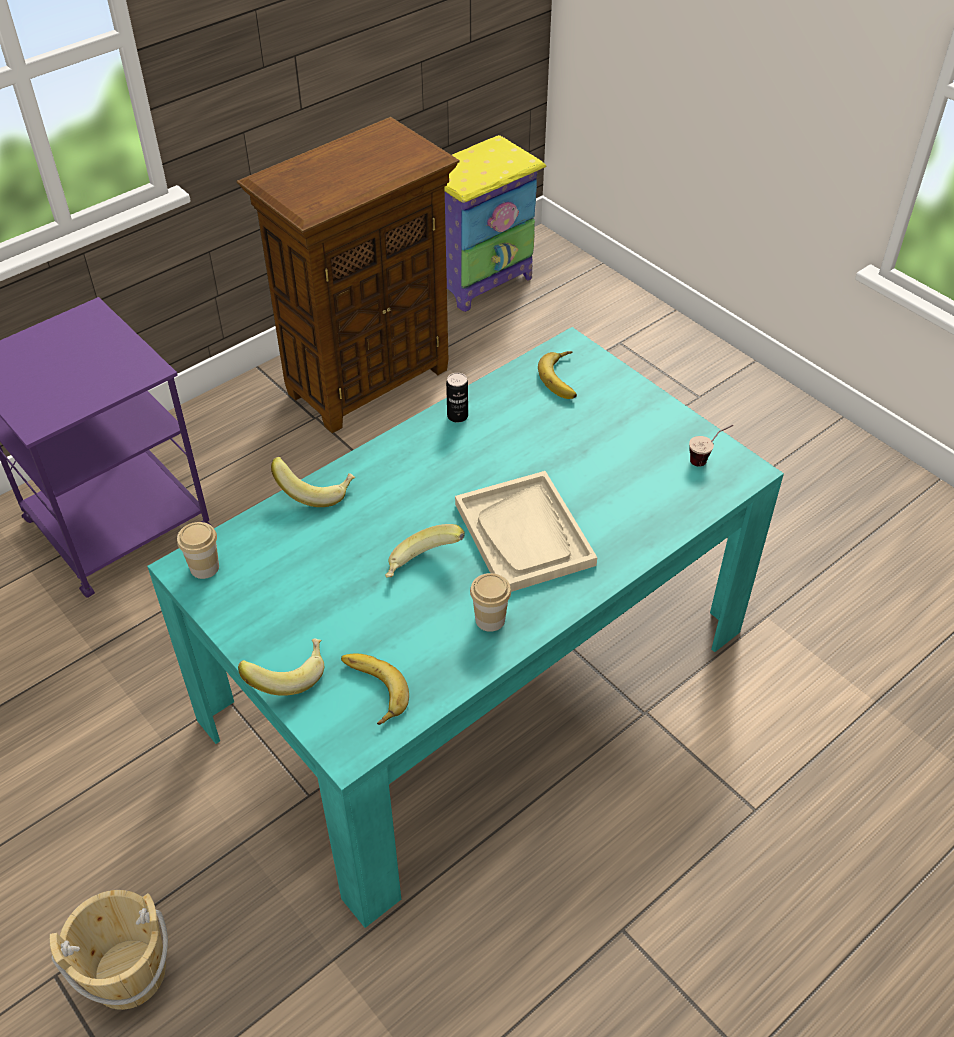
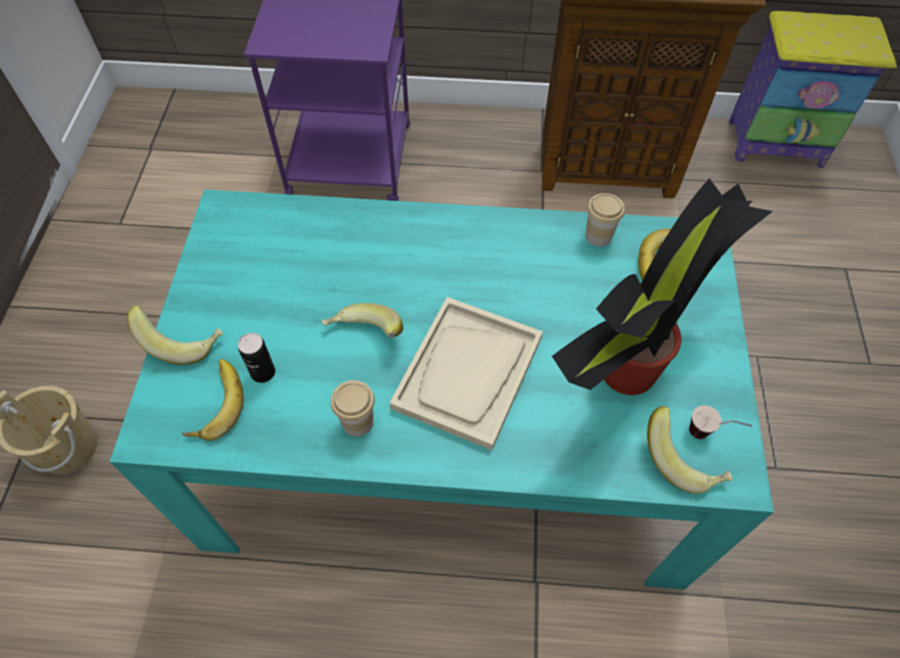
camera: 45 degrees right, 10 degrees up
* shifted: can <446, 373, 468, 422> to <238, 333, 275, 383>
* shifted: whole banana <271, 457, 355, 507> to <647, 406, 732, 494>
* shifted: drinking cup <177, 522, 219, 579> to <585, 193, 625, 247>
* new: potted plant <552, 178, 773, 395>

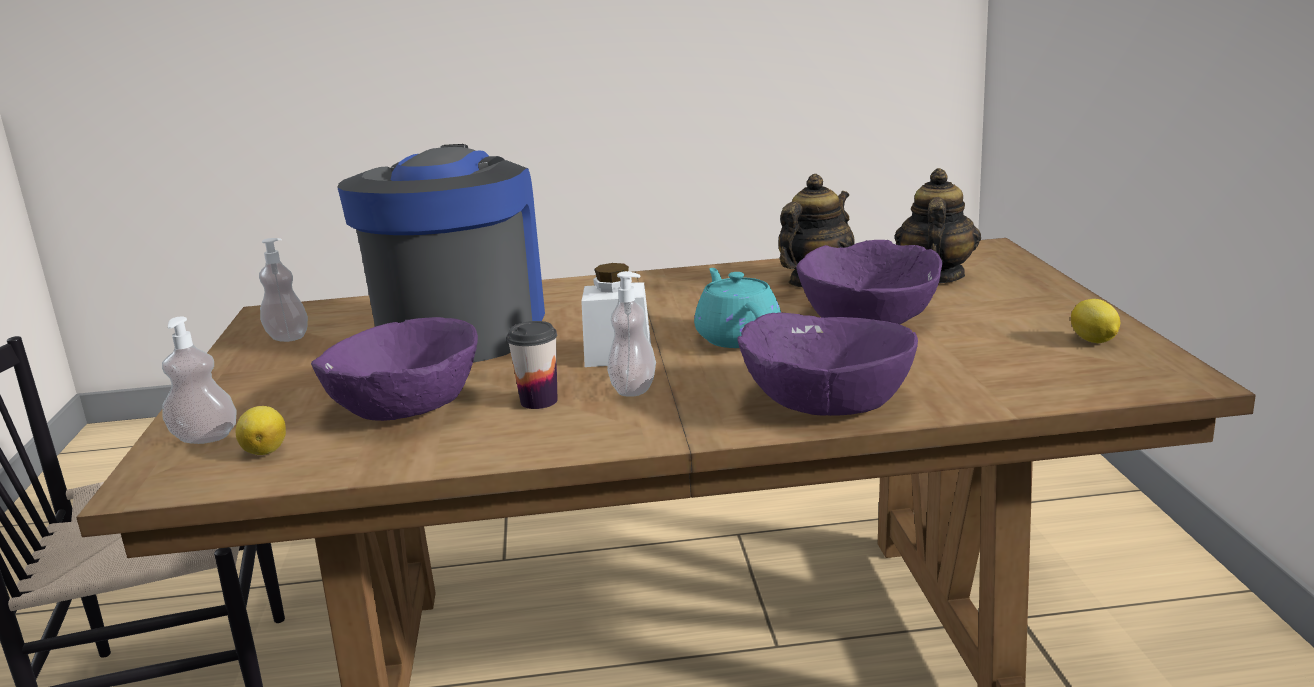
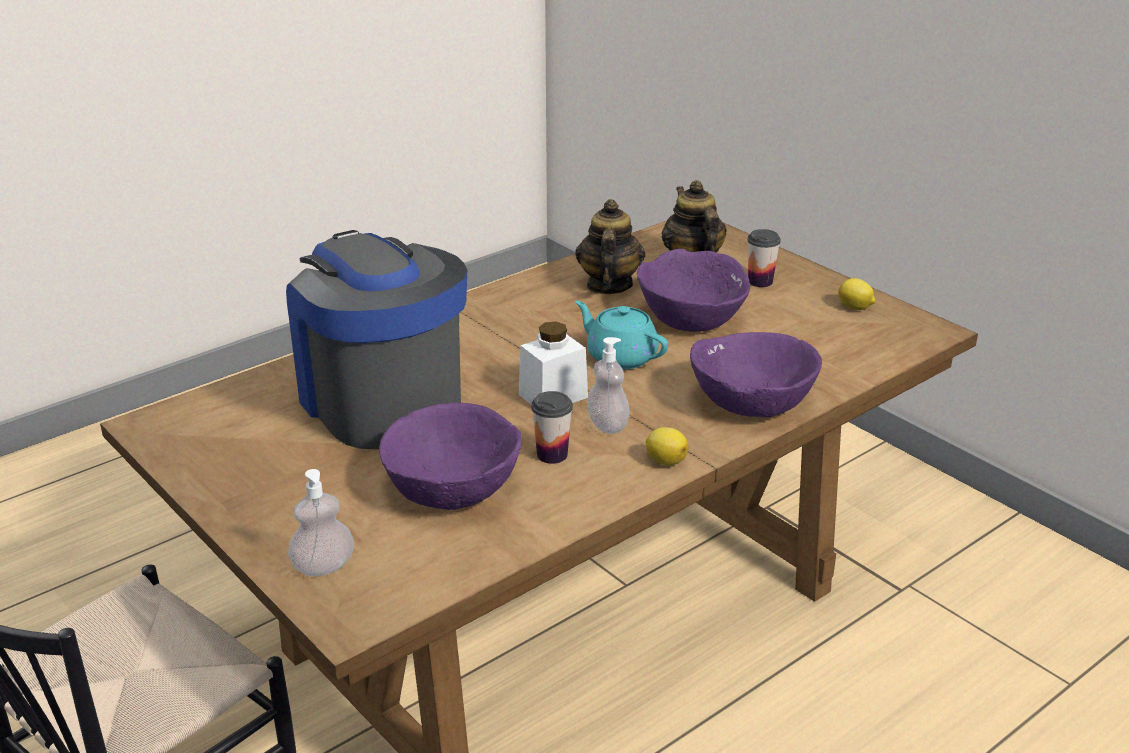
camera: 35 degrees left, 10 degrees up
* gone: soap bottle <259, 238, 308, 342>
* shifted: citrus fruit <236, 406, 286, 455> to <646, 427, 688, 465>
* new: drinking cup <747, 229, 781, 287>

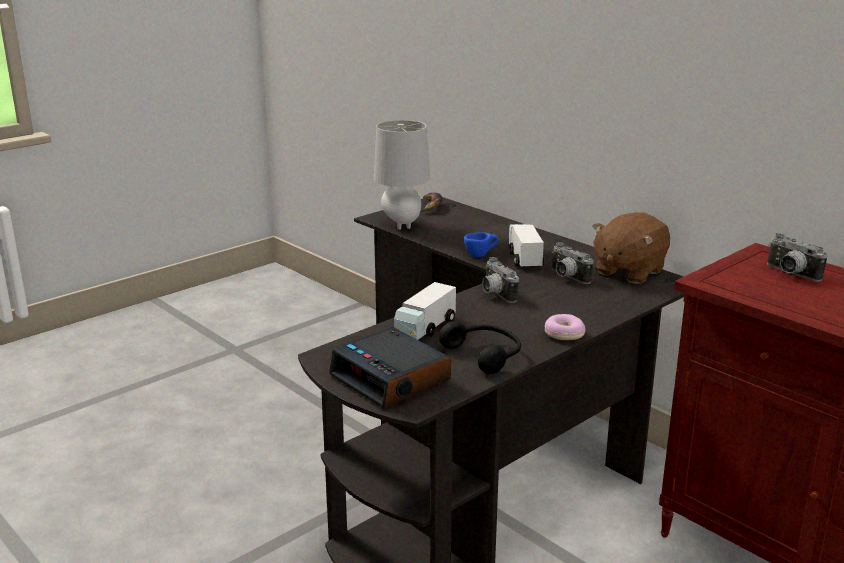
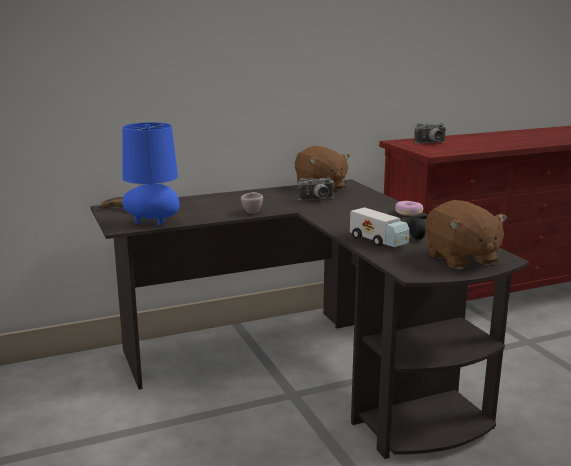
camera: 70 degrees left, 5 degrees down
* repainted: table lamp in greyish <374, 120, 430, 230> to table lamp in bluish <122, 122, 180, 226>
* gone: toy lorry <509, 224, 544, 266>
* repainted: drinking cup in bluish <464, 232, 498, 257> to drinking cup in sand-coloured <241, 192, 263, 214>
* gone: photo camera <482, 257, 519, 303>
* swapped: alarm clock <329, 327, 451, 409> to cuddly toy in brownish <425, 200, 508, 270>

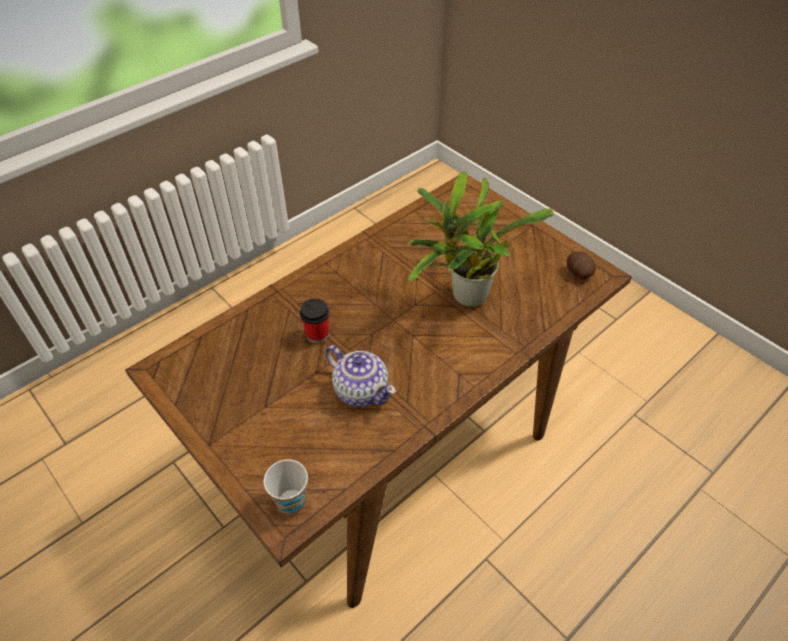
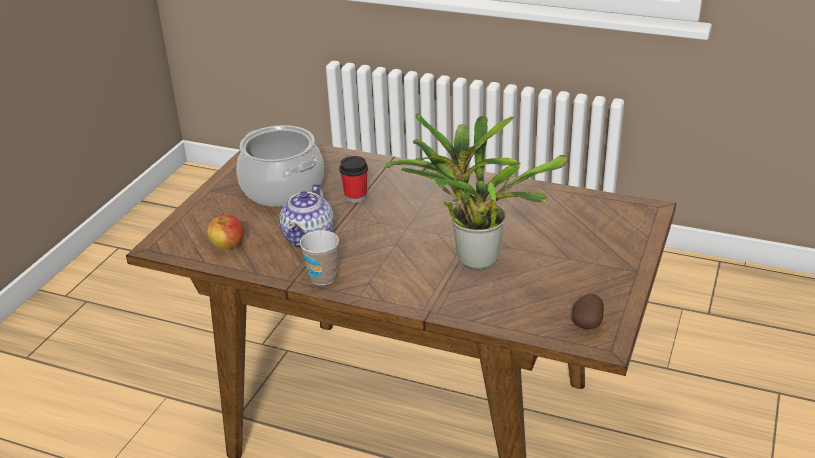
camera: 65 degrees right, 15 degrees down
* shifted: drinking cup <264, 459, 308, 515> to <300, 230, 339, 285>
* new: saucepot <236, 125, 324, 207>
* new: apple fruit <207, 215, 244, 250>

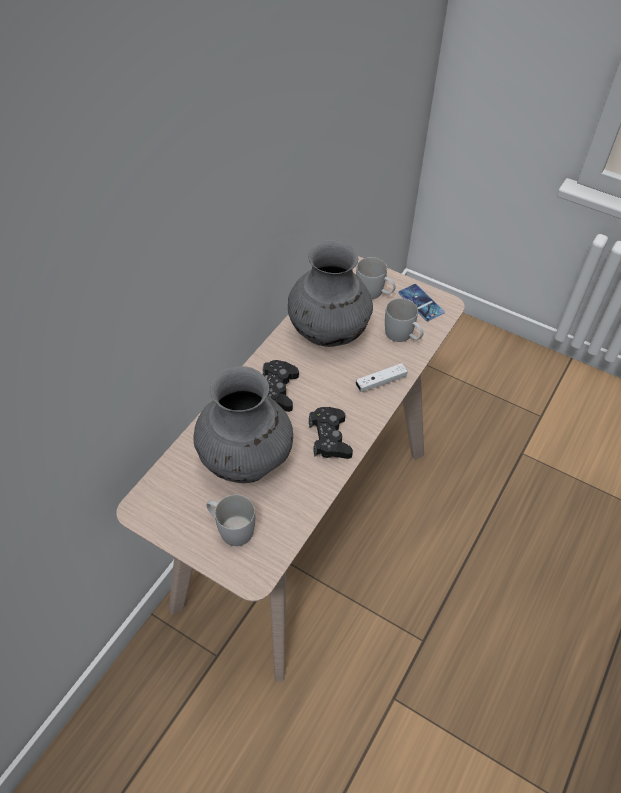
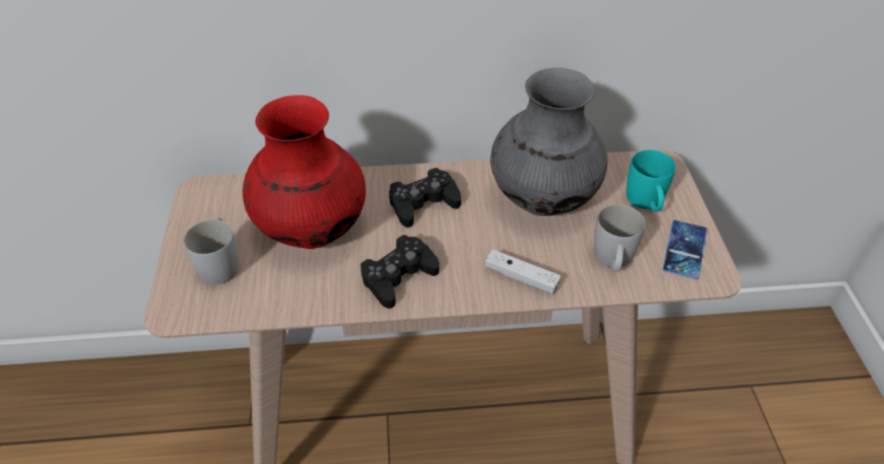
camera: 55 degrees right, 5 degrees down
* repainted: tea mug in whitish <356, 257, 396, 299> to tea mug in turquoise-coloured <626, 150, 676, 212>
* repainted: vase in greyish <194, 366, 293, 483> to vase in red-coloured <242, 95, 366, 249>

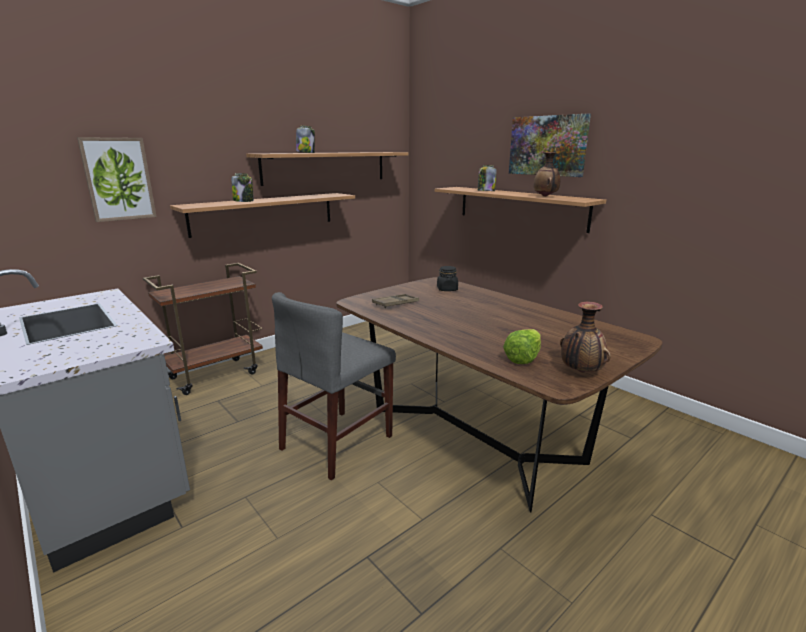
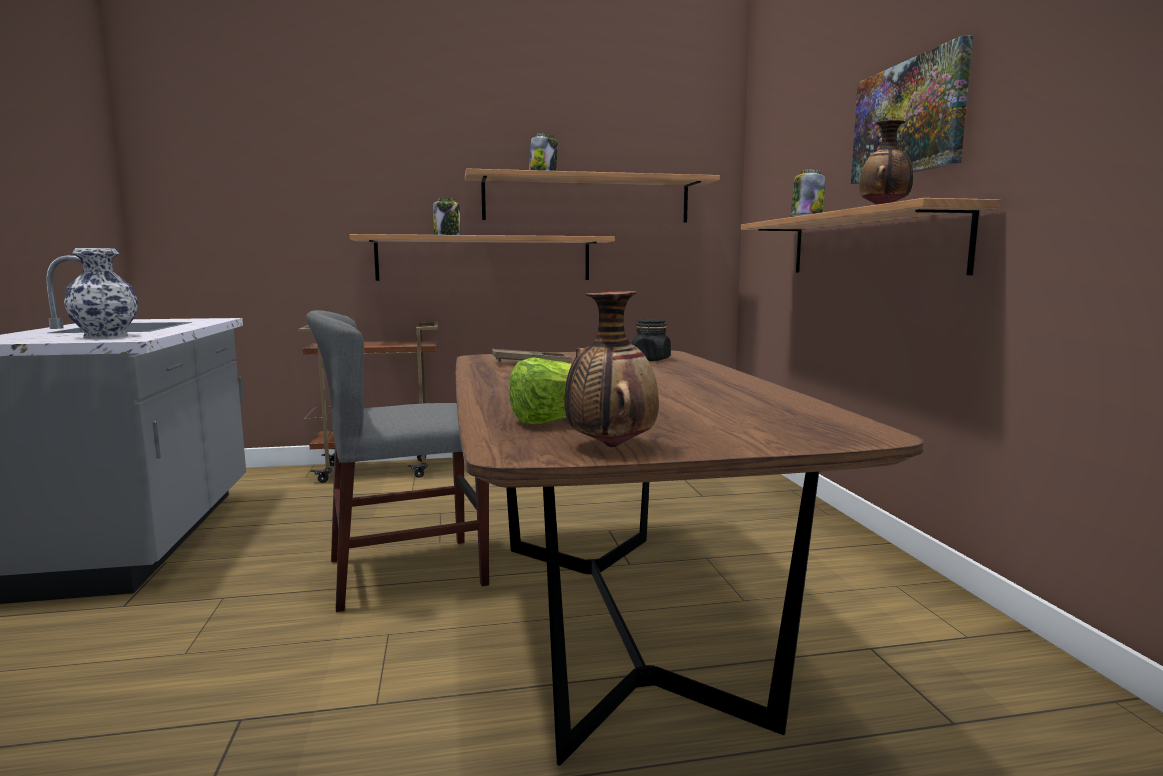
camera: 30 degrees right, 10 degrees down
* gone: wall picture <77, 137, 157, 222>
* new: vase <64, 248, 138, 339>

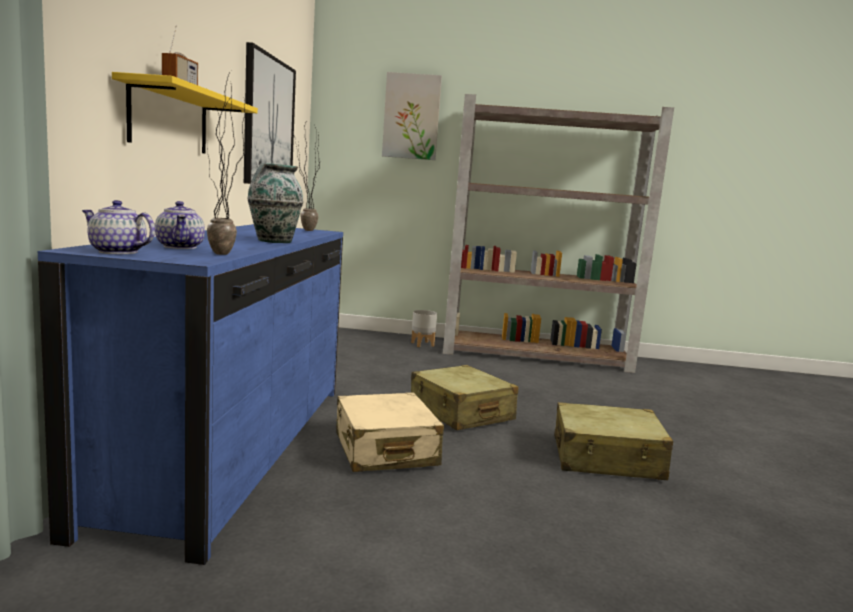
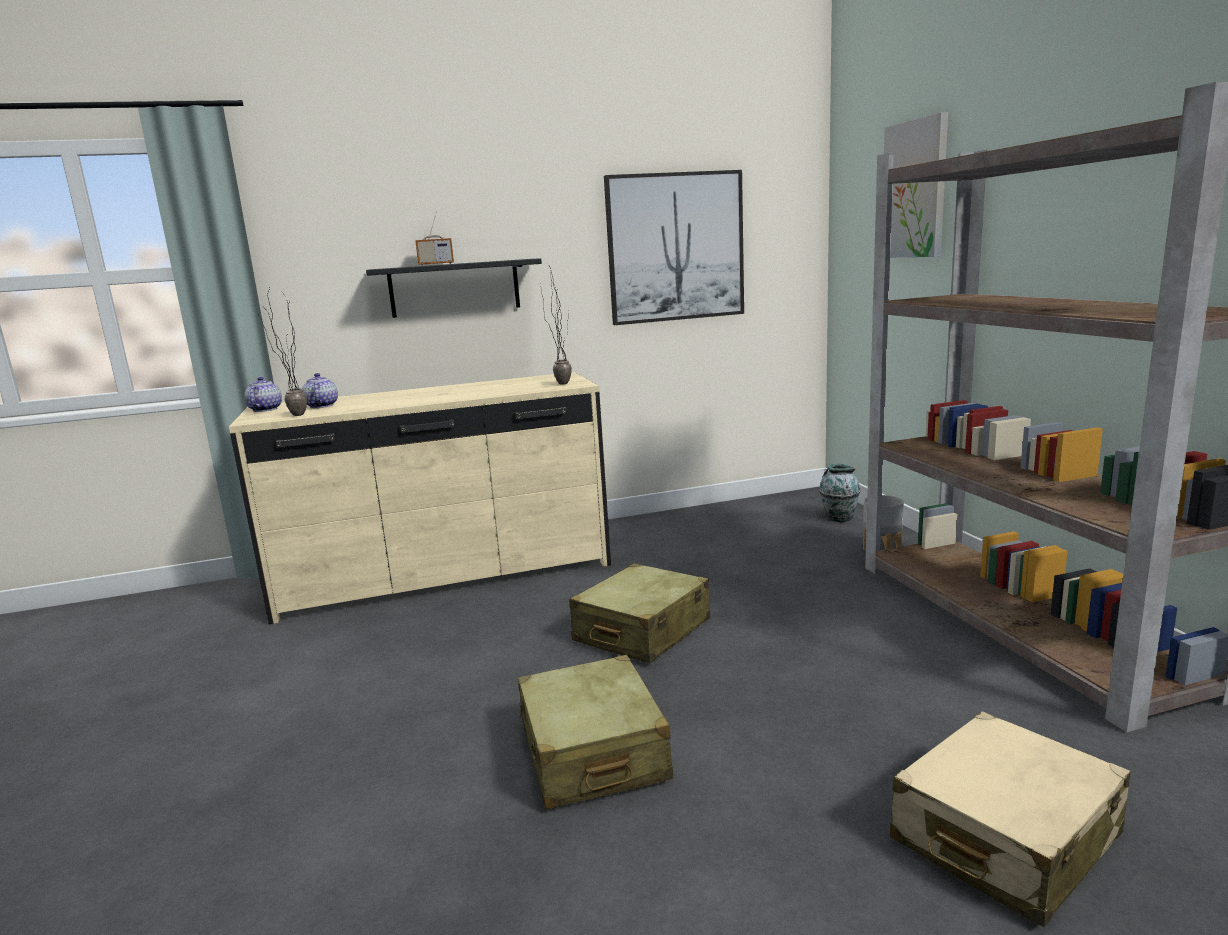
camera: 70 degrees right, 5 degrees up
* repainted: wall shelf in yellow <112, 72, 258, 154> to wall shelf in black <366, 258, 542, 318>
* shifted: vase <248, 163, 303, 243> to <820, 463, 861, 522>
* rotated: teapot <155, 201, 205, 249> = <302, 373, 338, 408> 120 degrees clockwise
* repainted: dresser in bluish <38, 224, 343, 565> to dresser in sand-coloured <229, 372, 611, 624>
* shifted: piece of luggage in sand-coloured <336, 392, 444, 472> to <890, 711, 1131, 927>

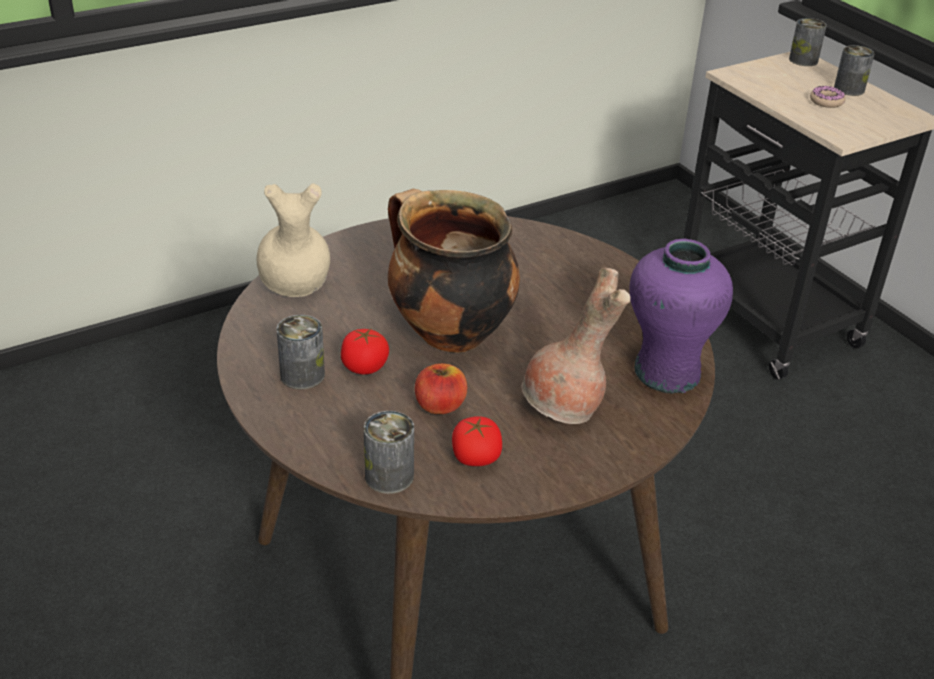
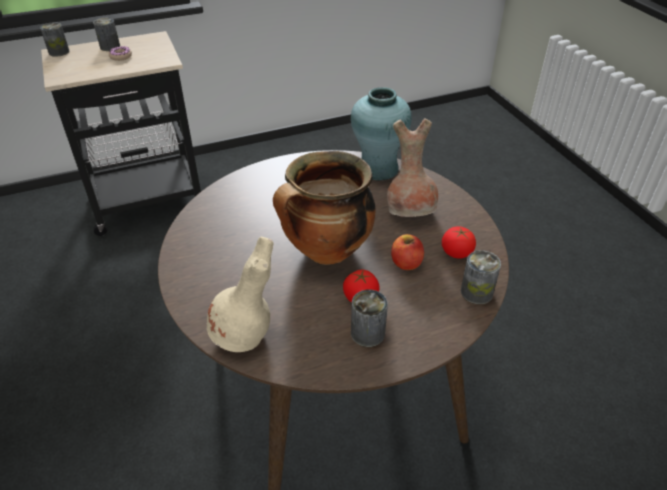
camera: 80 degrees left, 5 degrees up
* repainted: vase in purplish <629, 239, 733, 394> to vase in turquoise-coloured <351, 87, 412, 181>

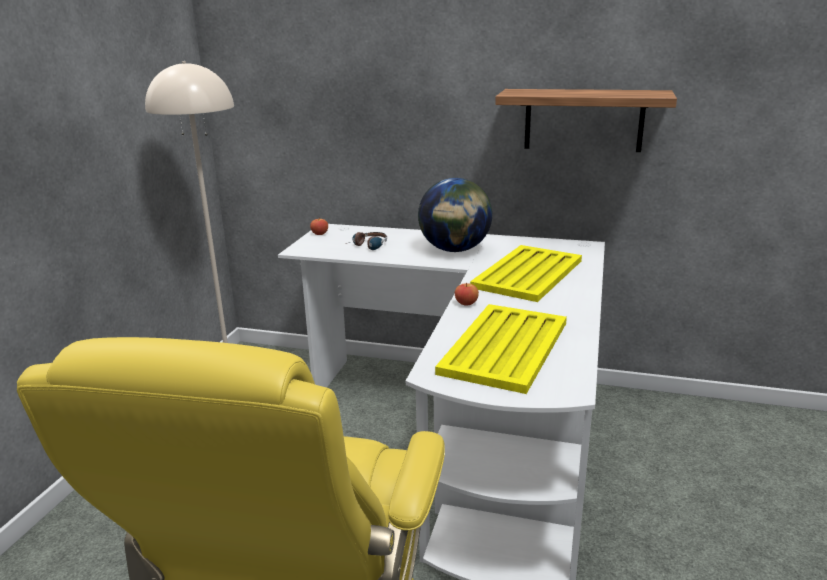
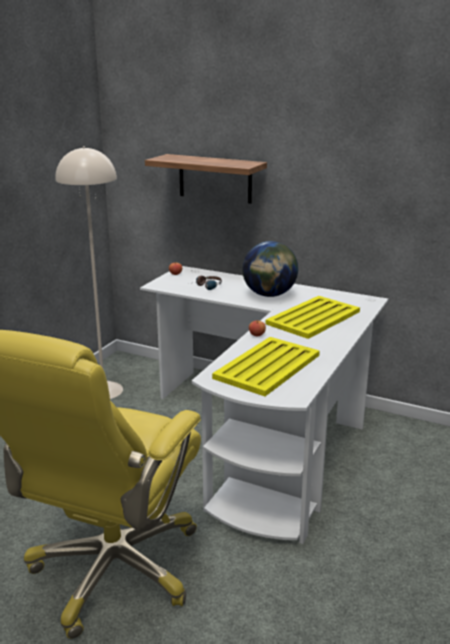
camera: 10 degrees right, 0 degrees up
* shifted: wall shelf <495, 89, 677, 152> to <145, 154, 267, 204>

